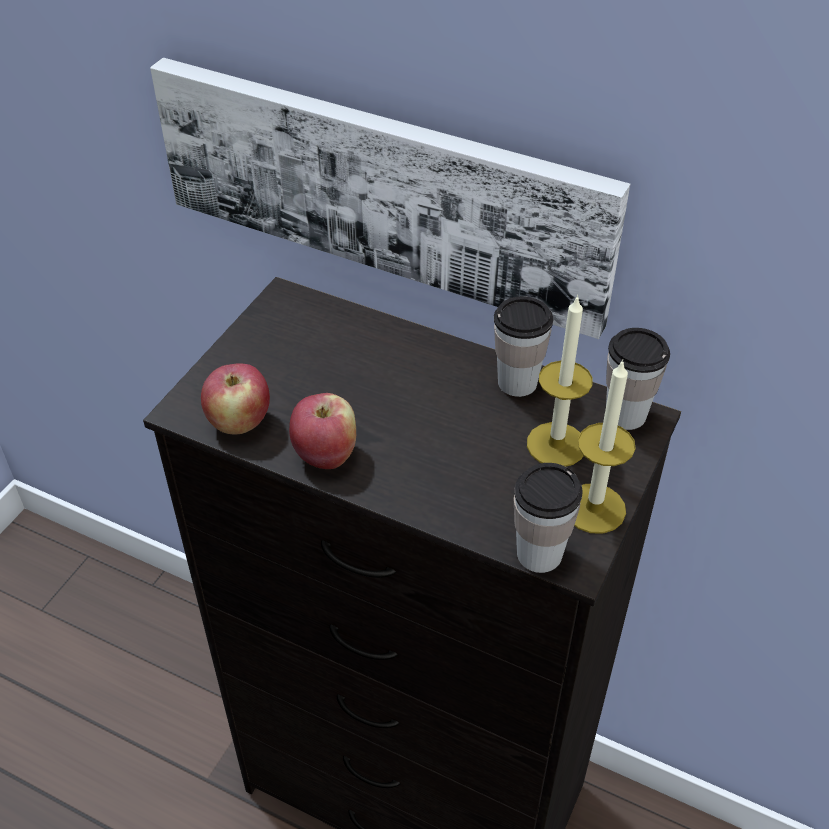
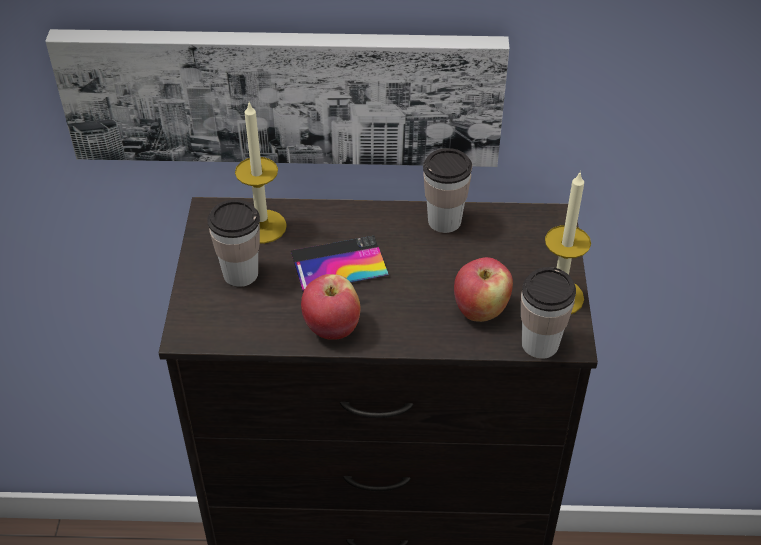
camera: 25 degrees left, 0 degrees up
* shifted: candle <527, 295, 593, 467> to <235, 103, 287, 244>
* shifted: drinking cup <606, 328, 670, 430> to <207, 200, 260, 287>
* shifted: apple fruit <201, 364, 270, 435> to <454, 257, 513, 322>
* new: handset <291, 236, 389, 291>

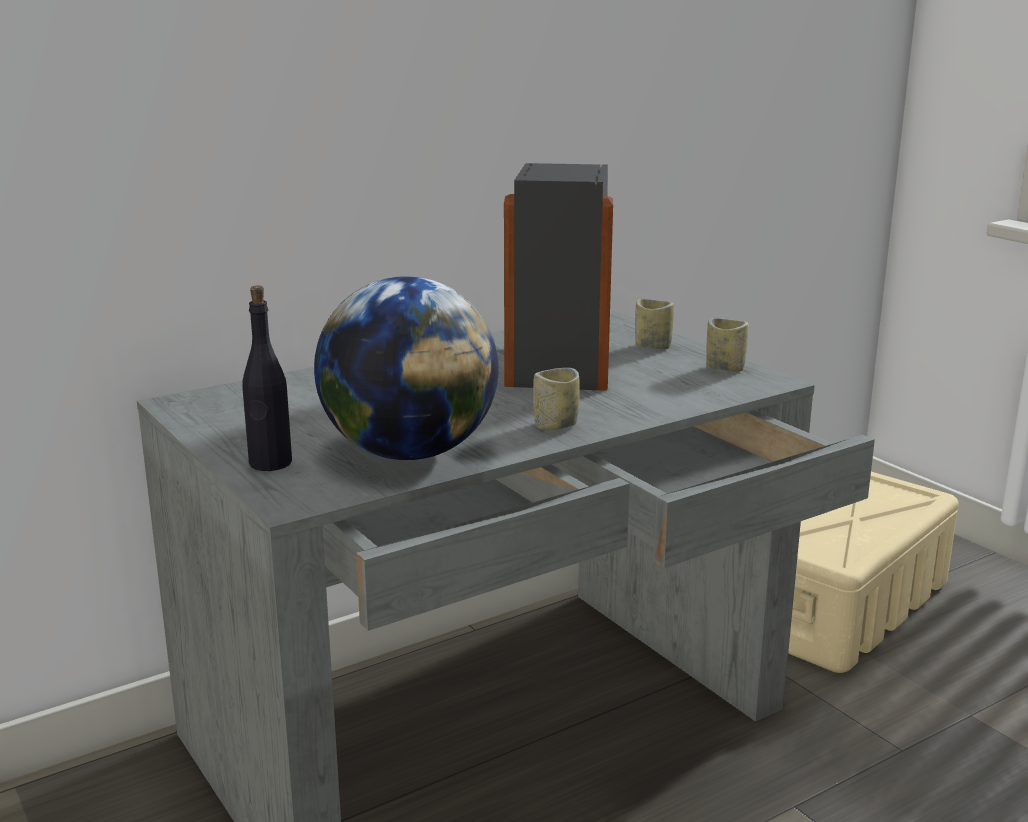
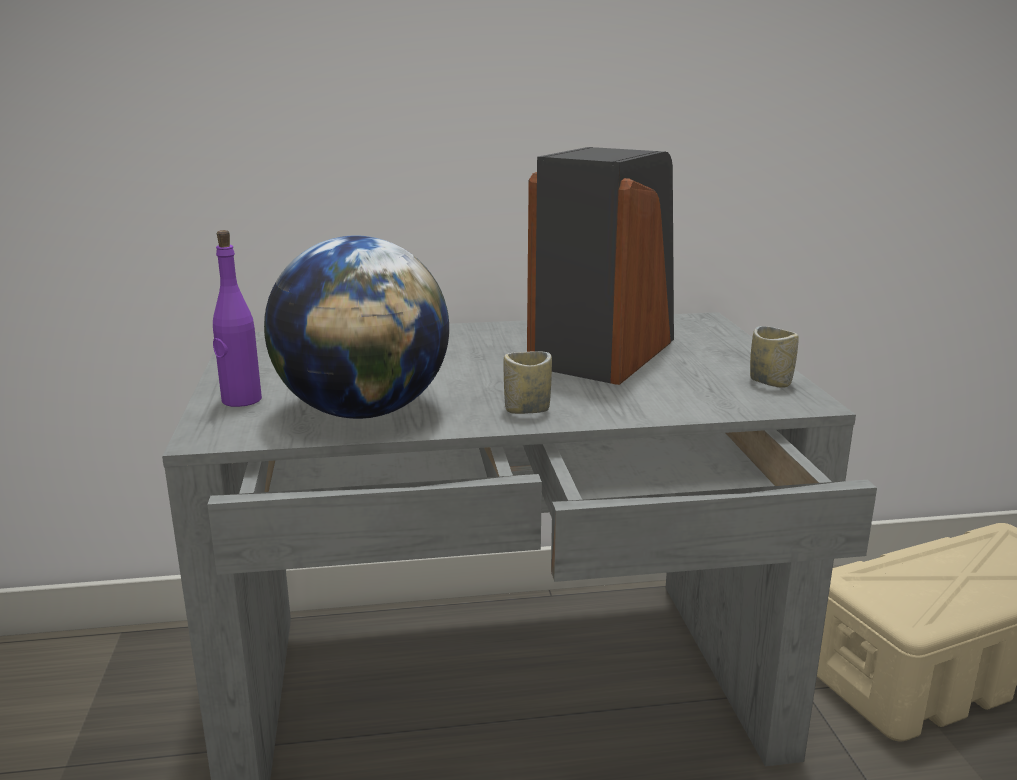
camera: 25 degrees right, 0 degrees up
* repainted: drink bottle in black <242, 285, 292, 471> to drink bottle in purplish <213, 230, 262, 407>
* gone: drinking cup <635, 299, 674, 350>

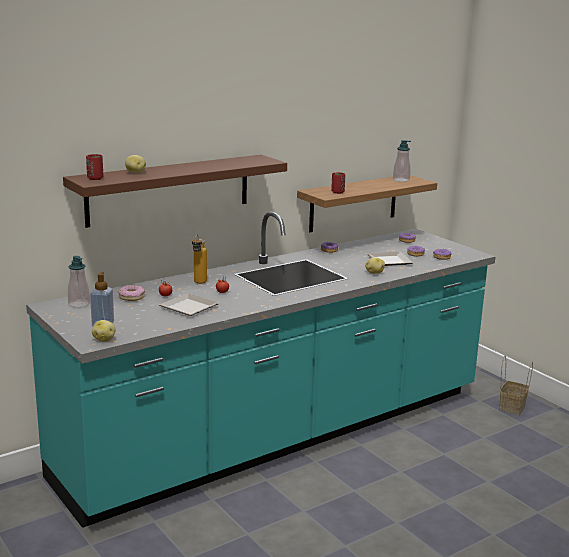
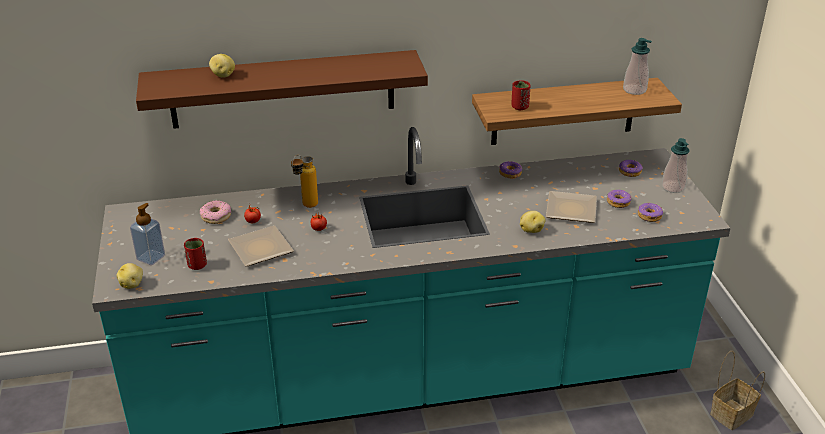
camera: 25 degrees right, 15 degrees up
* shifted: drinking cup in red-coloured <86, 154, 104, 180> to <184, 238, 207, 270>
* shifted: soap bottle <68, 256, 90, 308> to <662, 138, 689, 193>

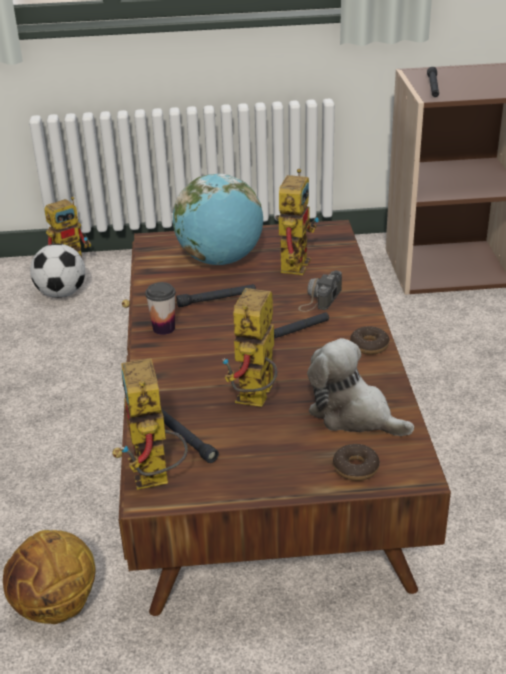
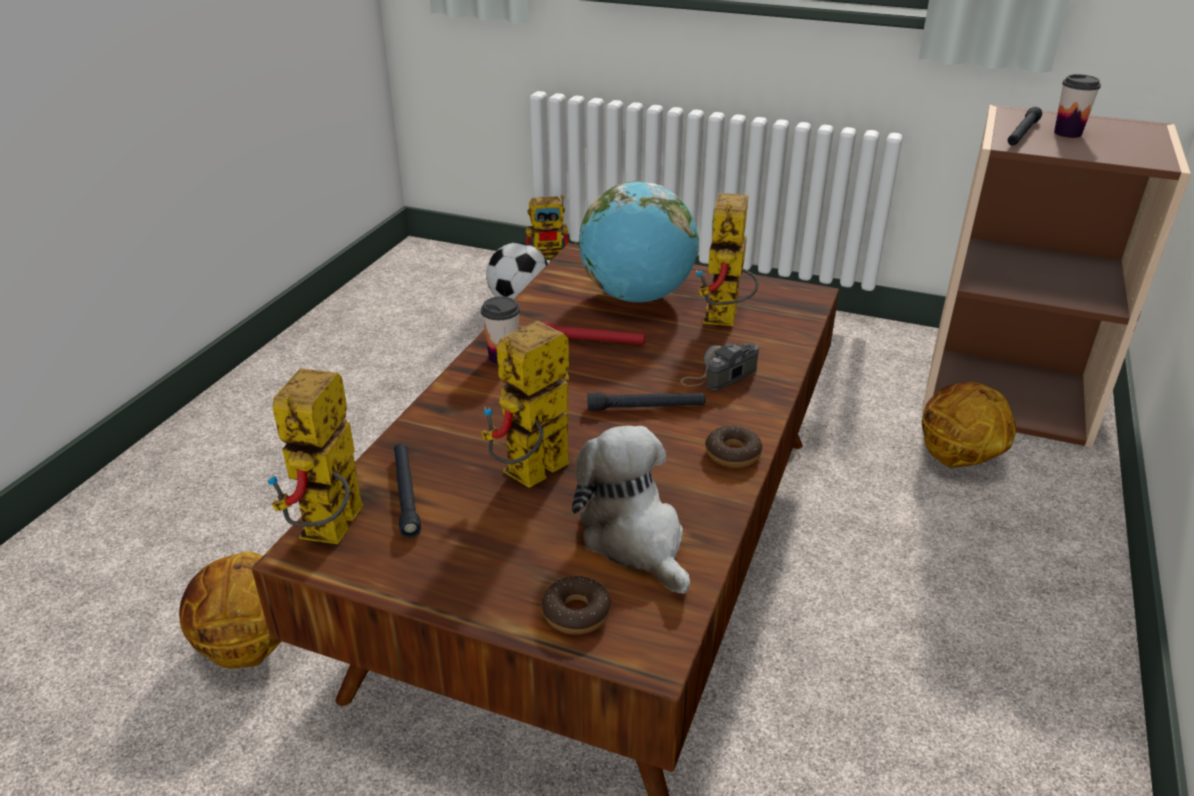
camera: 25 degrees right, 0 degrees up
* rotated: toy robot <276, 168, 319, 275> = <696, 193, 759, 326> 150 degrees clockwise
* repainted: flashlight in black <176, 284, 256, 307> to flashlight in red-coloured <541, 322, 645, 345>
* new: drinking cup <1054, 74, 1101, 138>
* new: basketball ball <922, 382, 1016, 468>

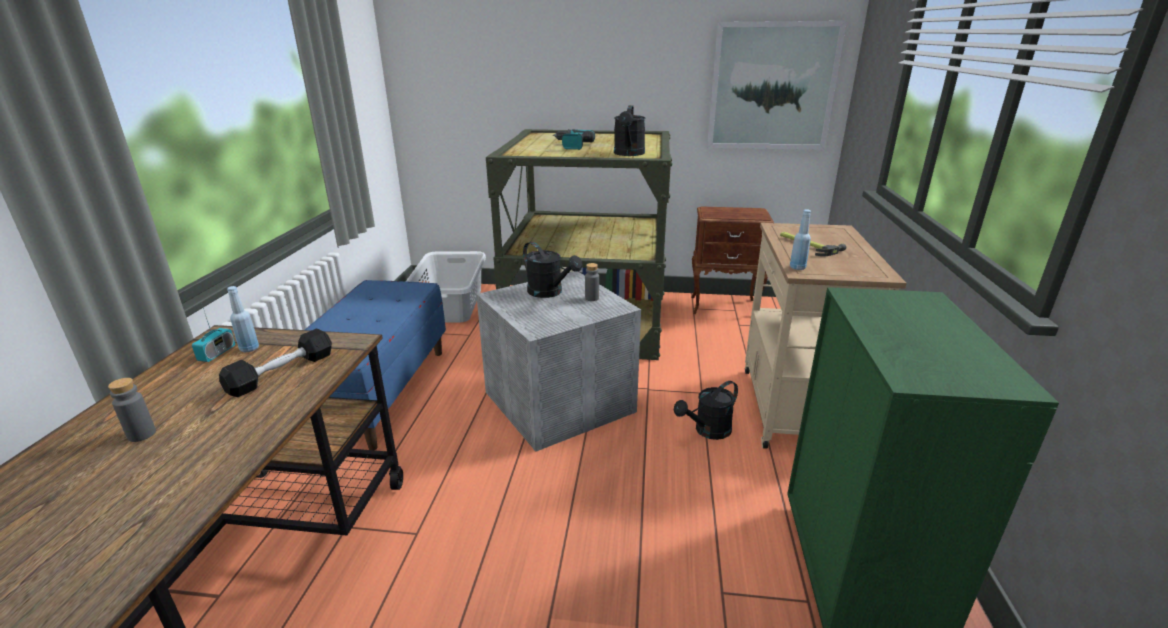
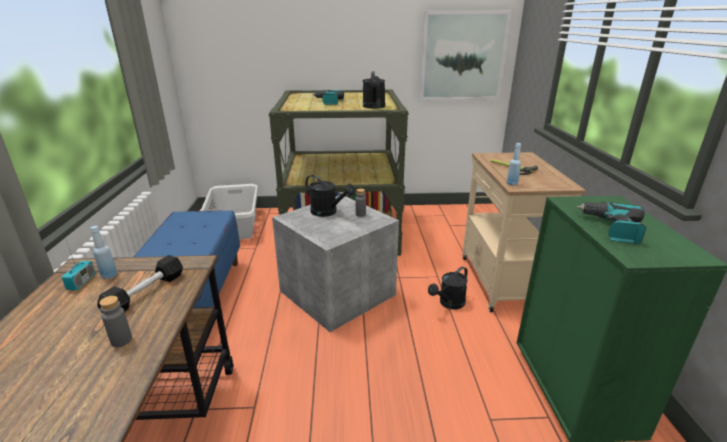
camera: 10 degrees left, 0 degrees up
* gone: bedside table in brownish <691, 206, 774, 314>
* shifted: drink bottle in greyish <108, 378, 156, 442> to <99, 296, 132, 347>
* new: power drill <576, 202, 646, 244>

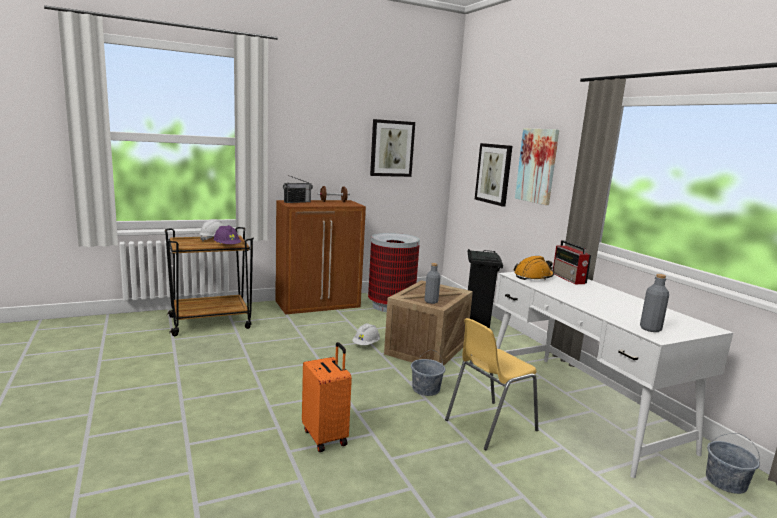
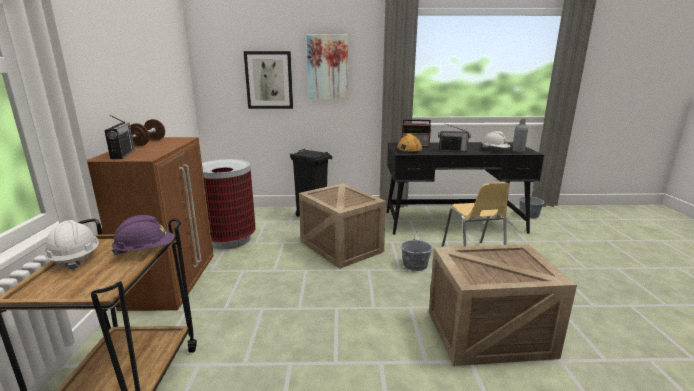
camera: 65 degrees left, 5 degrees up
* gone: wall picture <370, 119, 415, 177>
* gone: drink bottle in greyish <424, 263, 441, 304>
* repainted: desk unit in whitish <495, 269, 733, 478> to desk unit in black <386, 142, 544, 235>
* shifted: hard hat in whitish <352, 323, 380, 345> to <482, 131, 510, 148>
* swapped: piece of luggage in orangey <302, 342, 352, 452> to crate <429, 244, 577, 366>
* new: radio receiver <438, 123, 471, 152>

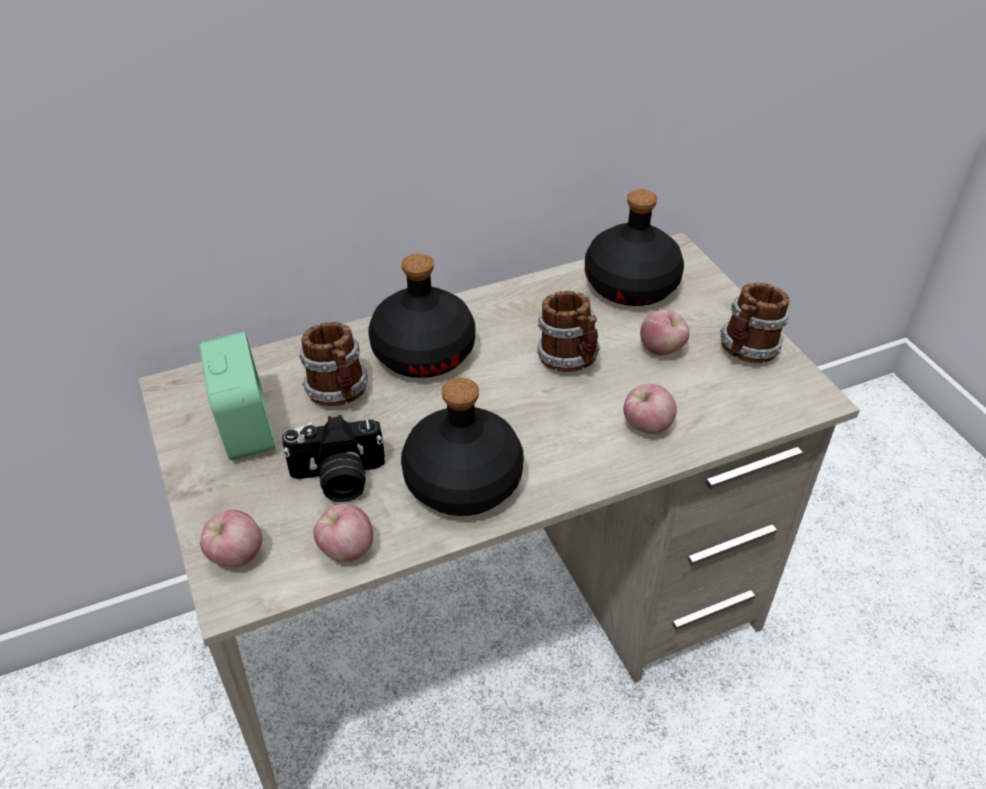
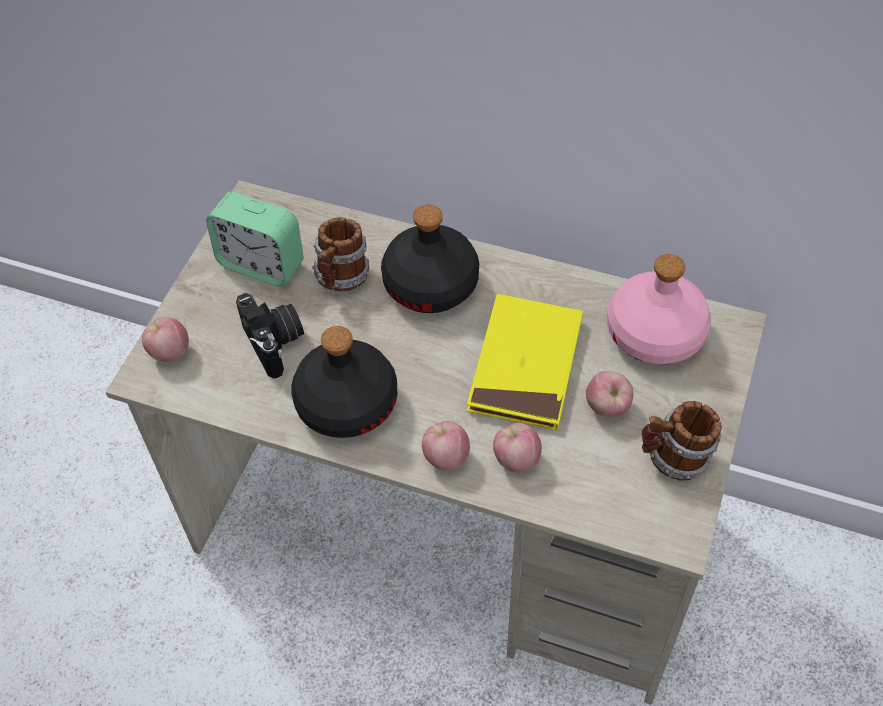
camera: 45 degrees right, 10 degrees up
* repainted: drink bottle in black <585, 189, 684, 306> to drink bottle in pink-coloured <607, 254, 711, 365>
* swapped: tea mug <536, 291, 600, 372> to volume in yellow <467, 294, 583, 430>
* rotated: alarm clock <199, 332, 275, 460> = <206, 191, 303, 287> 90 degrees clockwise
* rotated: photo camera <282, 415, 385, 502> = <236, 293, 304, 379> 150 degrees counterclockwise
* shifted: apple fruit <314, 504, 373, 562> to <422, 421, 470, 470>

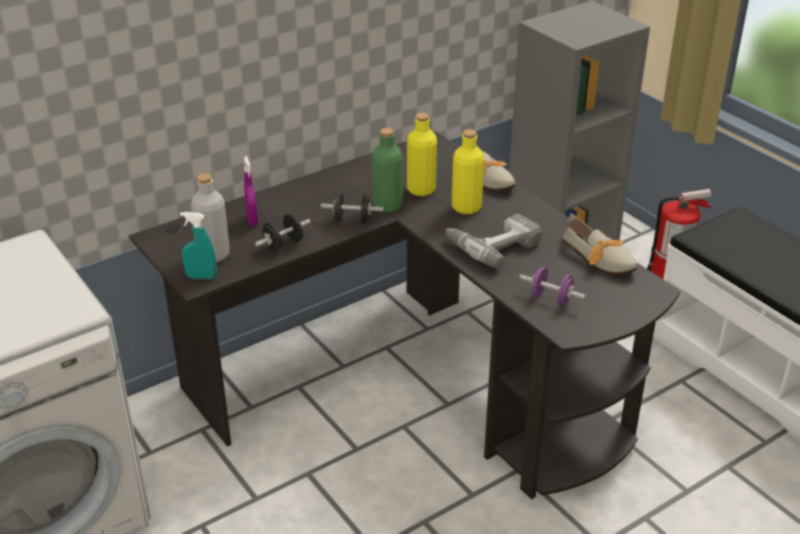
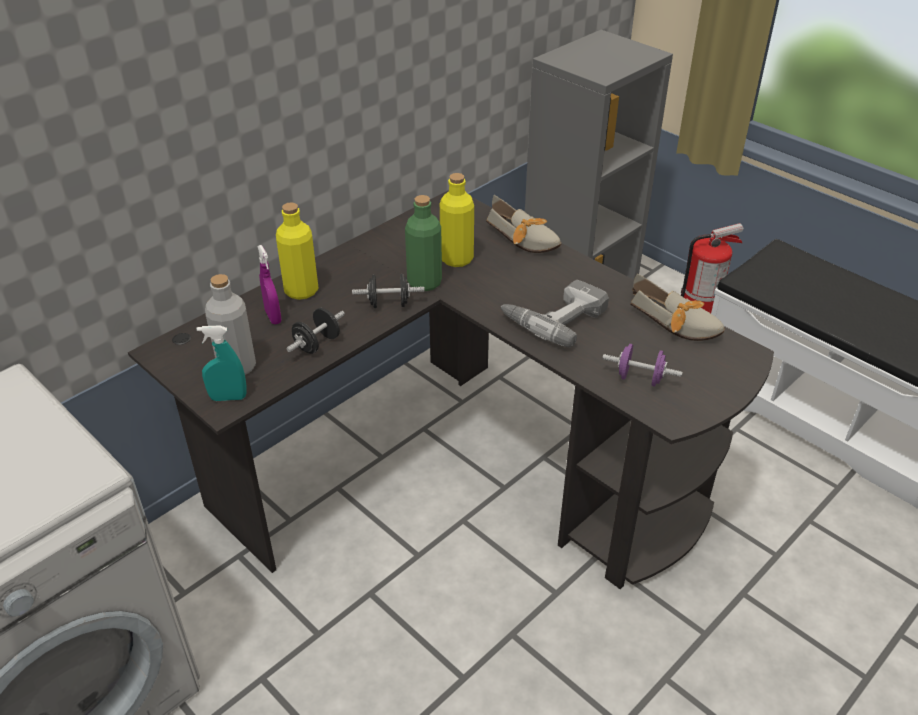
camera: 10 degrees left, 5 degrees up
* shifted: drink bottle in yellow <452, 129, 484, 214> to <276, 202, 319, 300>

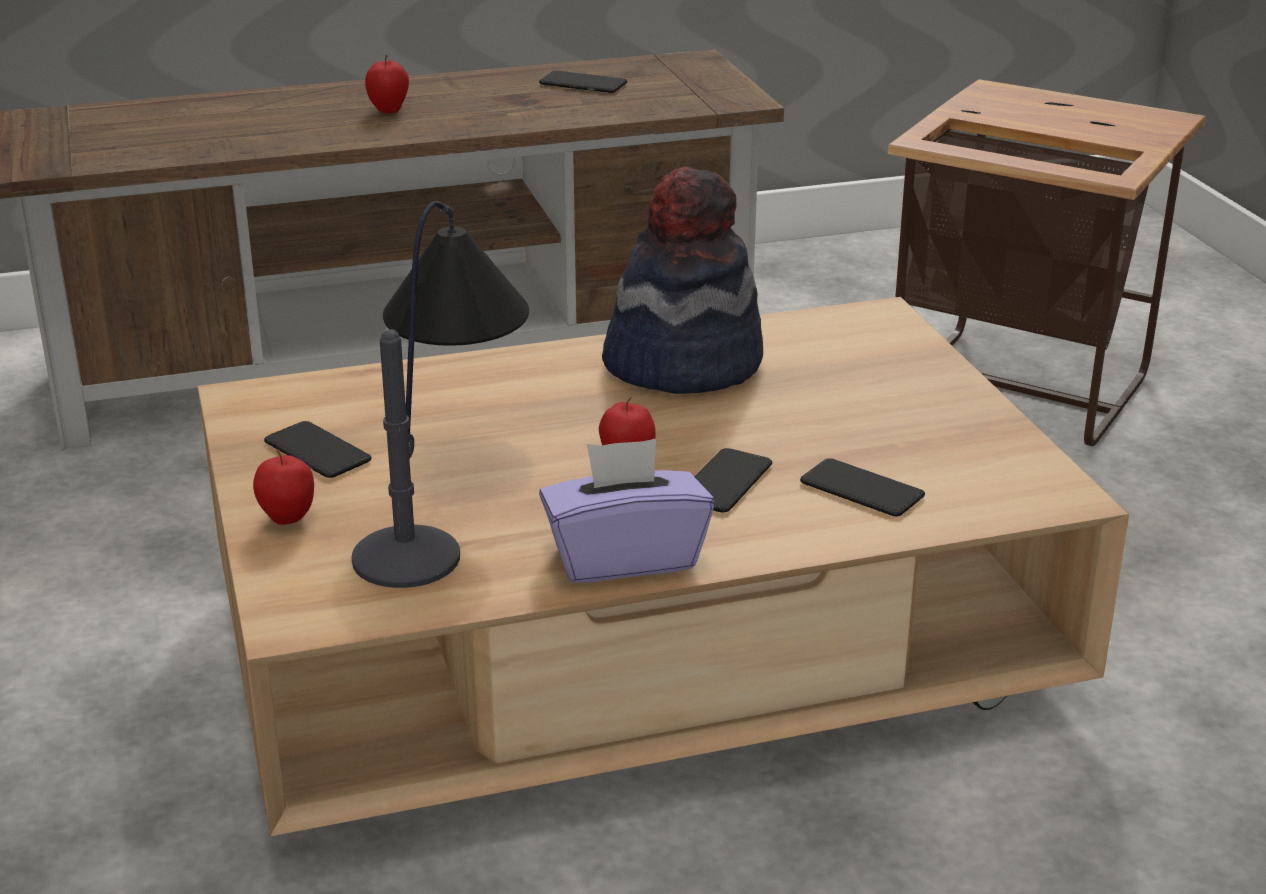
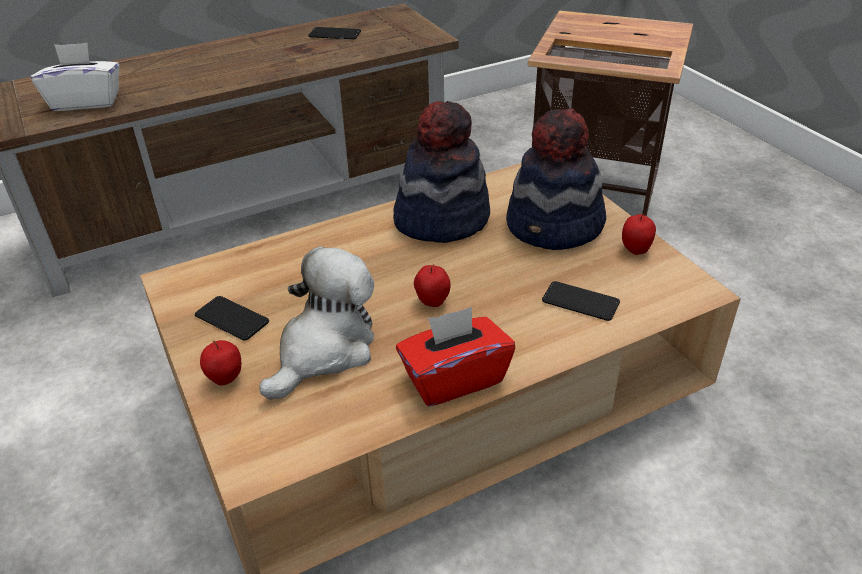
camera: 10 degrees left, 10 degrees up
* shifted: apple fruit <365, 55, 409, 113> to <622, 214, 656, 255>
* swapped: table lamp <351, 201, 529, 588> to cuddly toy <259, 246, 374, 400>
* repainted: tissue box in purplish <539, 439, 714, 583> to tissue box in red-coloured <396, 307, 515, 406>
* gone: handset <695, 448, 772, 512>
* new: tissue box in whitish <31, 43, 119, 111>
* new: clothing hat <506, 108, 606, 250>

